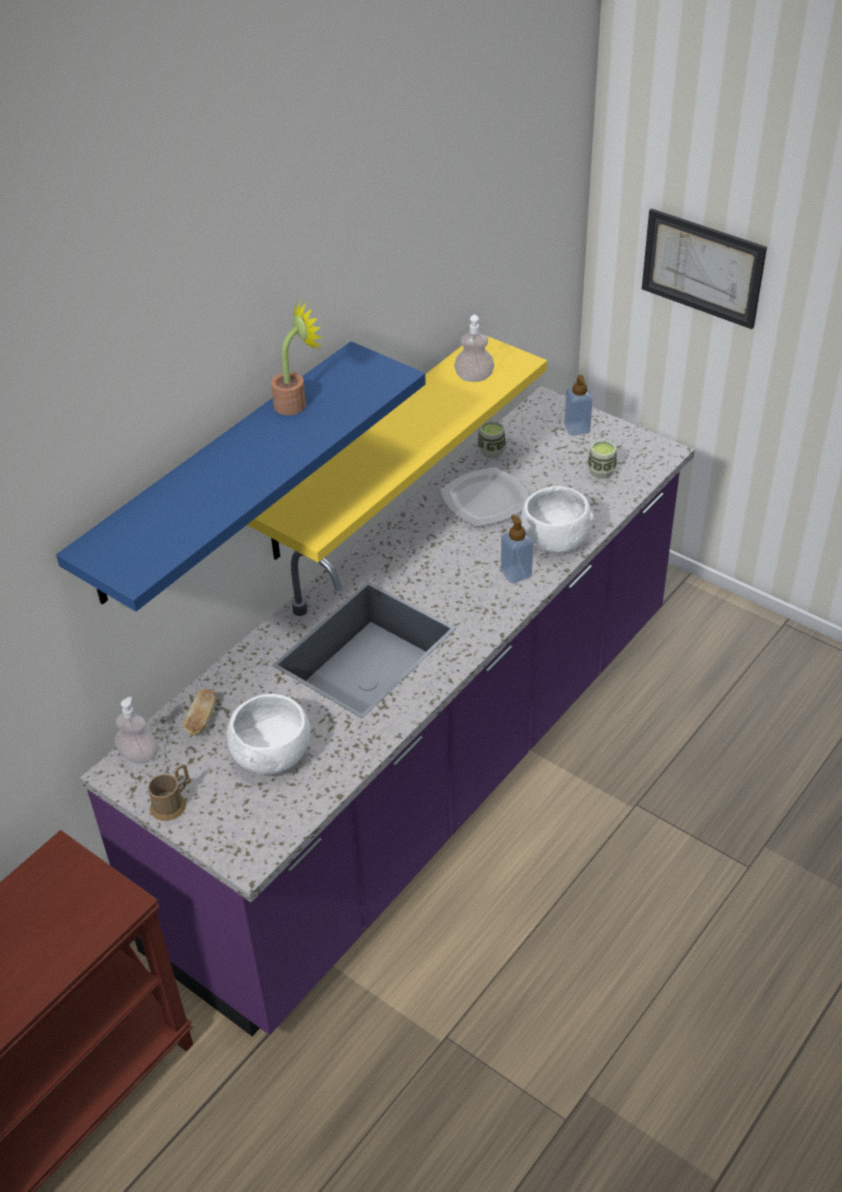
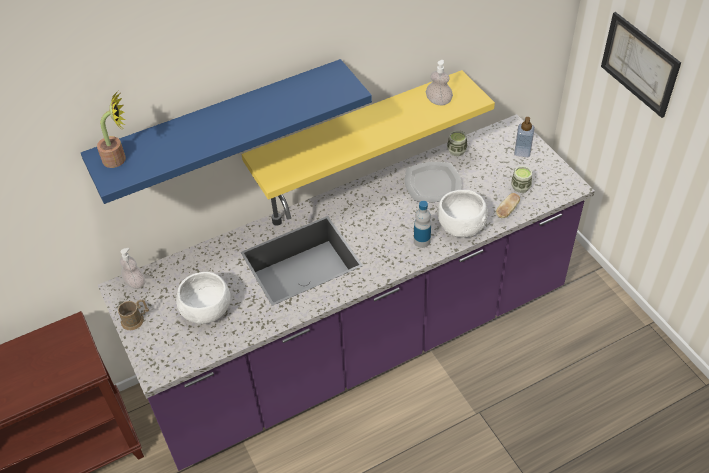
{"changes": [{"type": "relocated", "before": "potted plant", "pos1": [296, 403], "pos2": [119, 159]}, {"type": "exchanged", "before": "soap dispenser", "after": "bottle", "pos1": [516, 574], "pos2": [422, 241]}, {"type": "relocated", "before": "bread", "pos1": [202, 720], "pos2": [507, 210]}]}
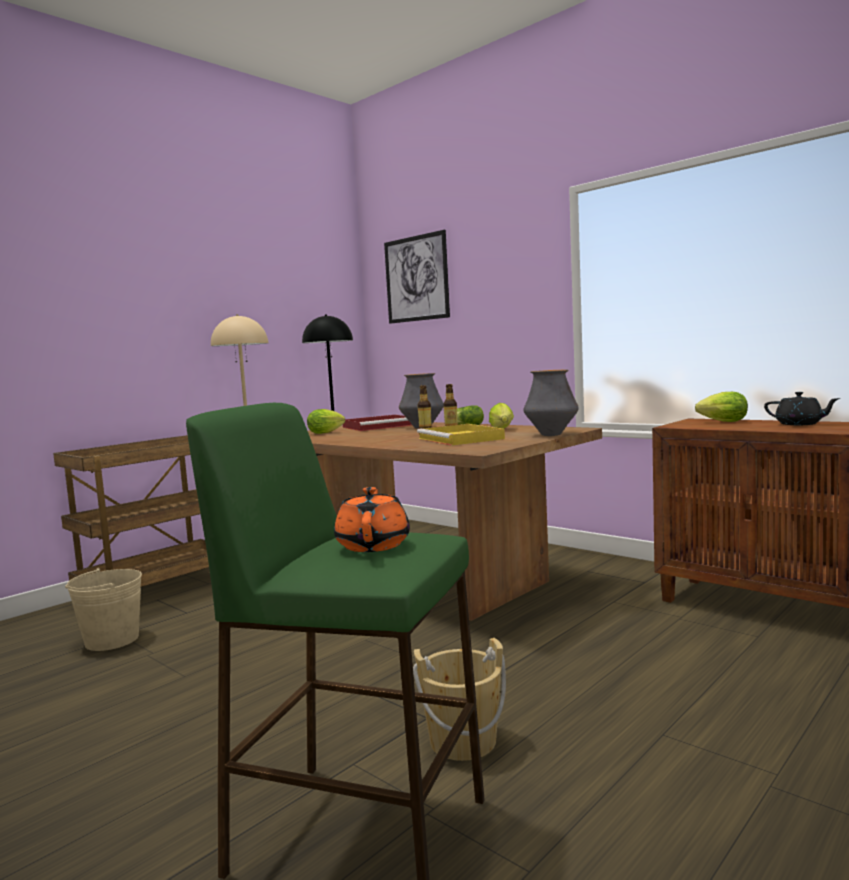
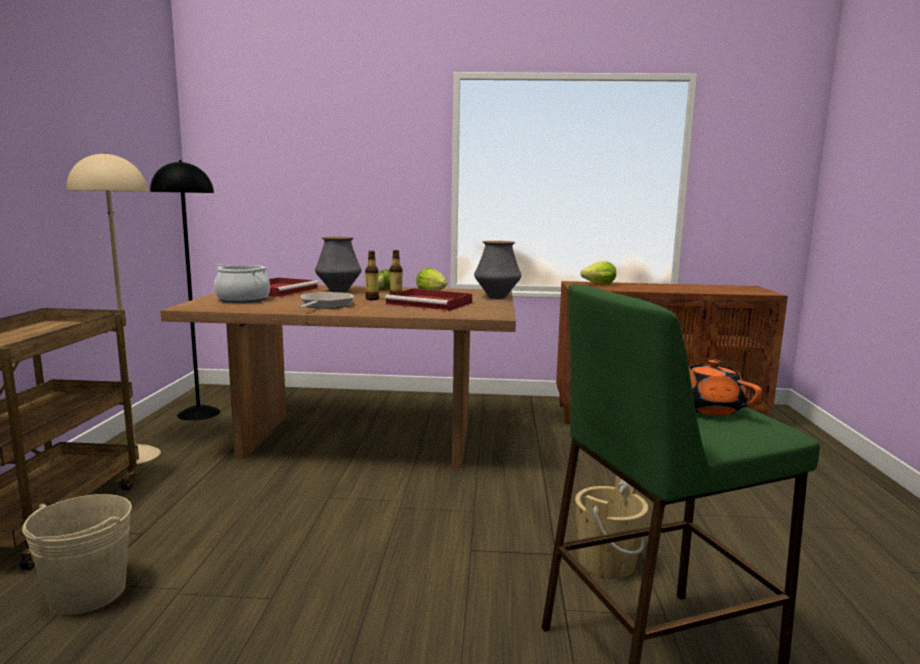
{"changes": [{"type": "exchanged", "before": "lettuce", "after": "cooking pot", "pos1": [327, 432], "pos2": [243, 300]}, {"type": "appeared", "after": "frying pan", "pos2": [325, 305]}, {"type": "colour", "before": "tray in yellow", "after": "tray in red", "pos1": [462, 439], "pos2": [431, 303]}, {"type": "missing", "before": "picture", "pos1": [416, 278]}, {"type": "missing", "before": "teapot in black", "pos1": [800, 424]}]}
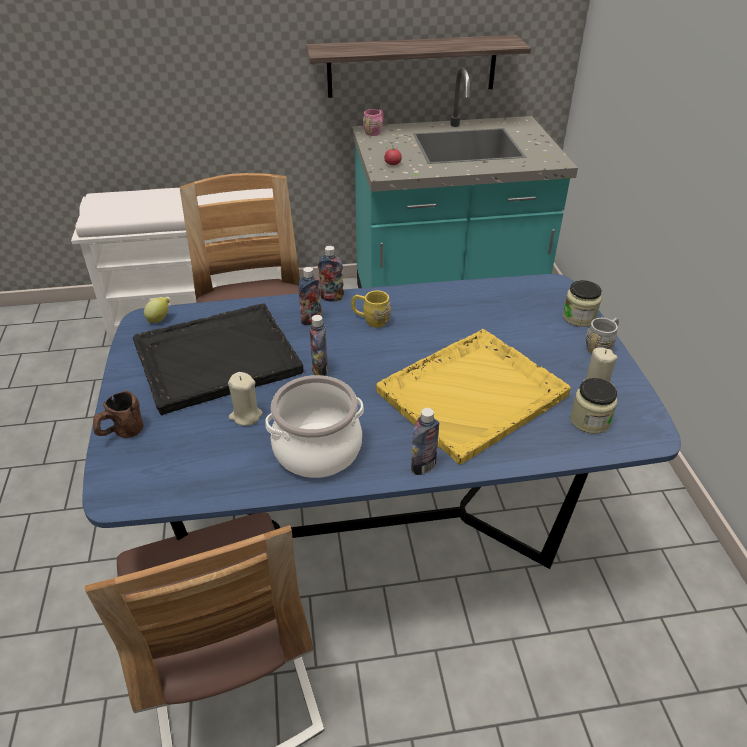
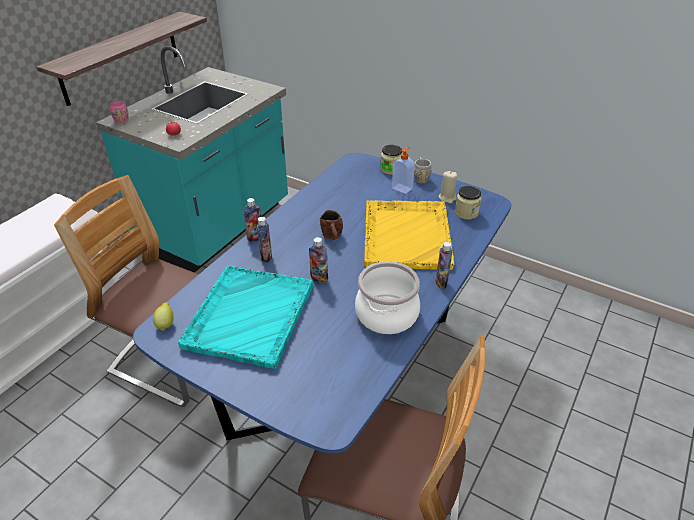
{"changes": [{"type": "colour", "before": "tray in black", "after": "tray in turquoise", "pos1": [215, 359], "pos2": [249, 317]}, {"type": "relocated", "before": "mug in brown", "pos1": [121, 433], "pos2": [332, 238]}, {"type": "appeared", "after": "soap dispenser", "pos2": [402, 188]}, {"type": "missing", "before": "candle in beige", "pos1": [245, 415]}, {"type": "missing", "before": "mug in yellow", "pos1": [371, 320]}]}
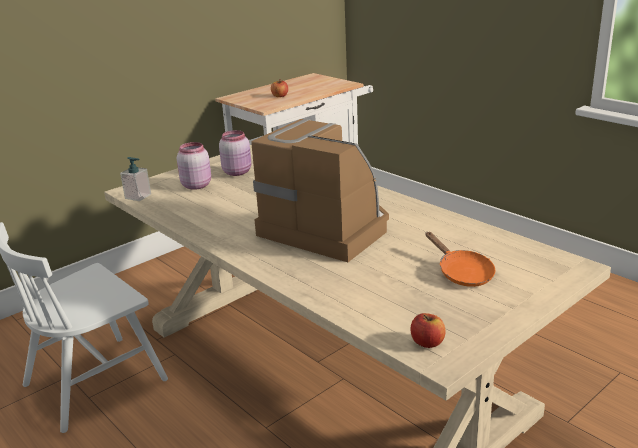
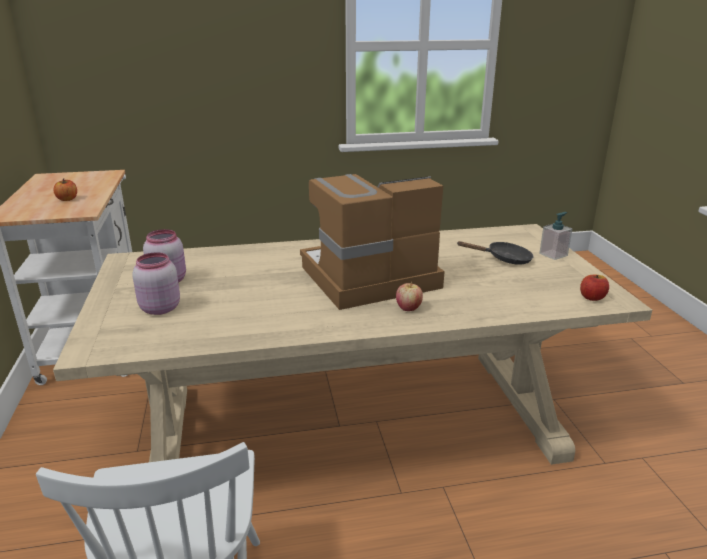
{"changes": [{"type": "appeared", "after": "apple", "pos2": [408, 308]}, {"type": "colour", "before": "frying pan in orange", "after": "frying pan in black", "pos1": [462, 273], "pos2": [504, 259]}, {"type": "relocated", "before": "soap dispenser", "pos1": [138, 196], "pos2": [553, 254]}]}
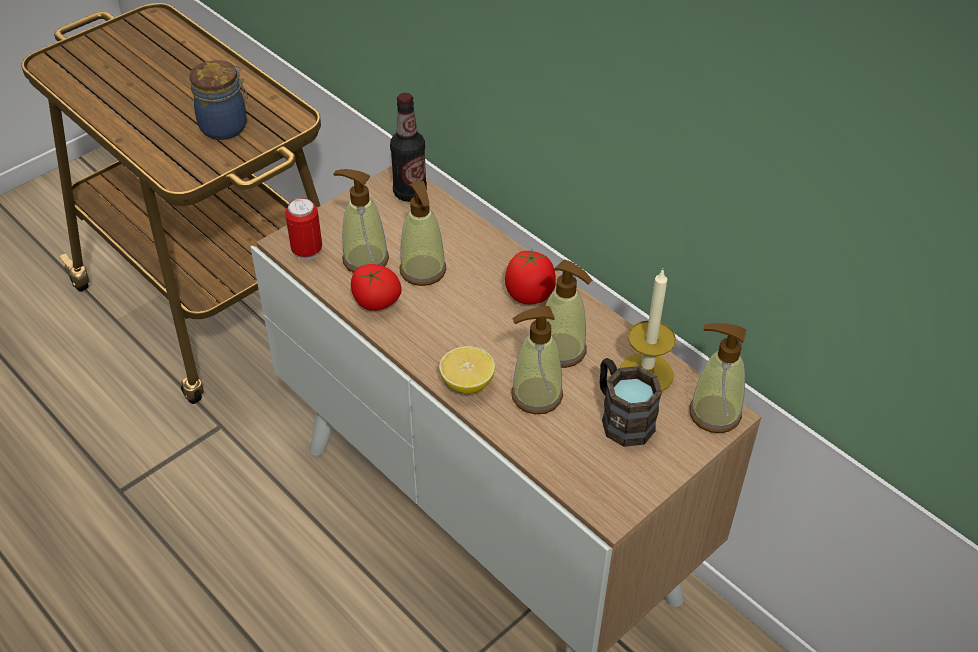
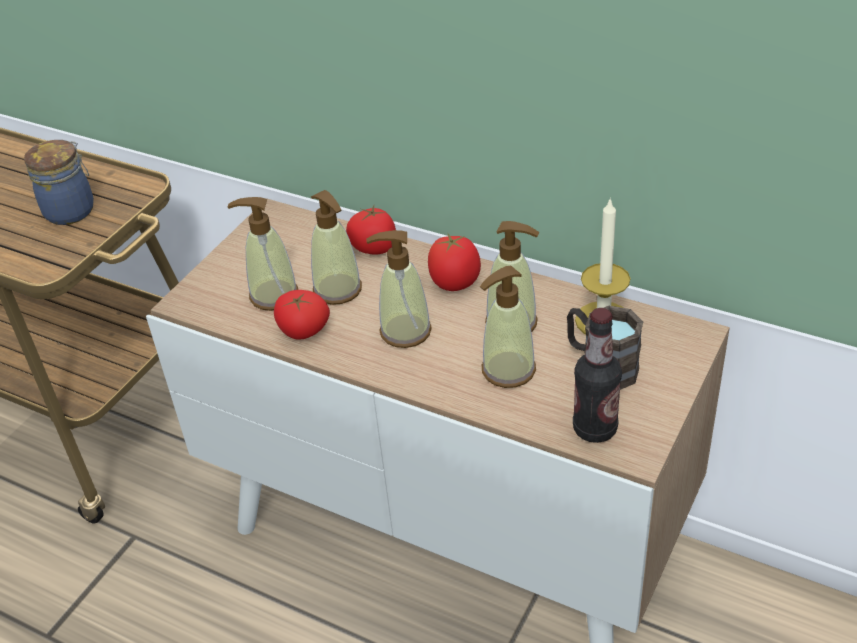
{"changes": [{"type": "appeared", "after": "tomato", "pos2": [374, 247]}, {"type": "relocated", "before": "soap dispenser", "pos1": [714, 413], "pos2": [405, 331]}, {"type": "relocated", "before": "bottle", "pos1": [410, 193], "pos2": [594, 429]}, {"type": "missing", "before": "can", "pos1": [307, 251]}, {"type": "missing", "before": "lemon", "pos1": [467, 383]}]}
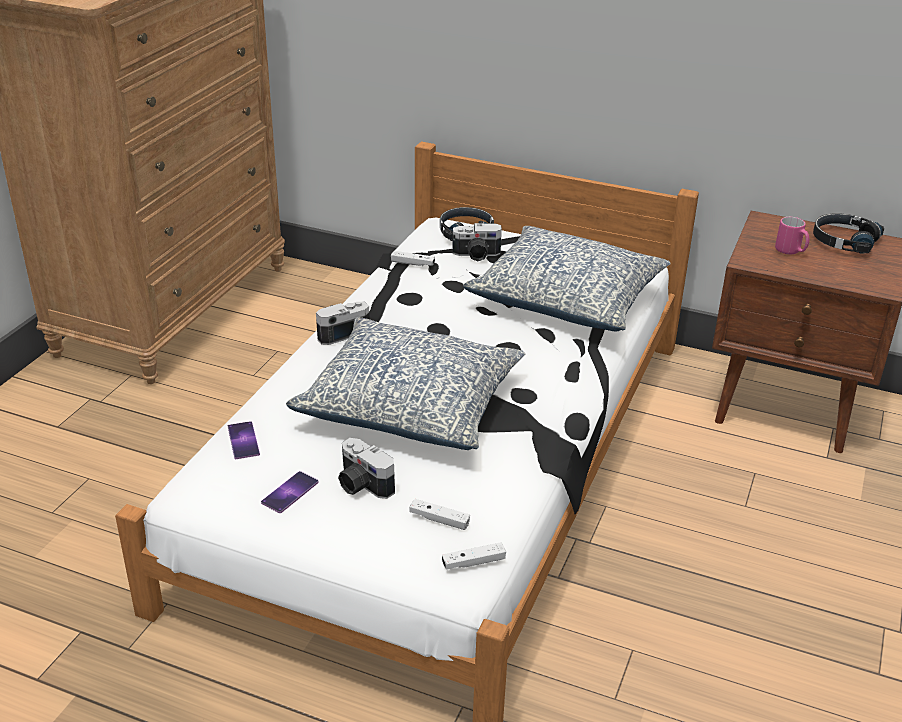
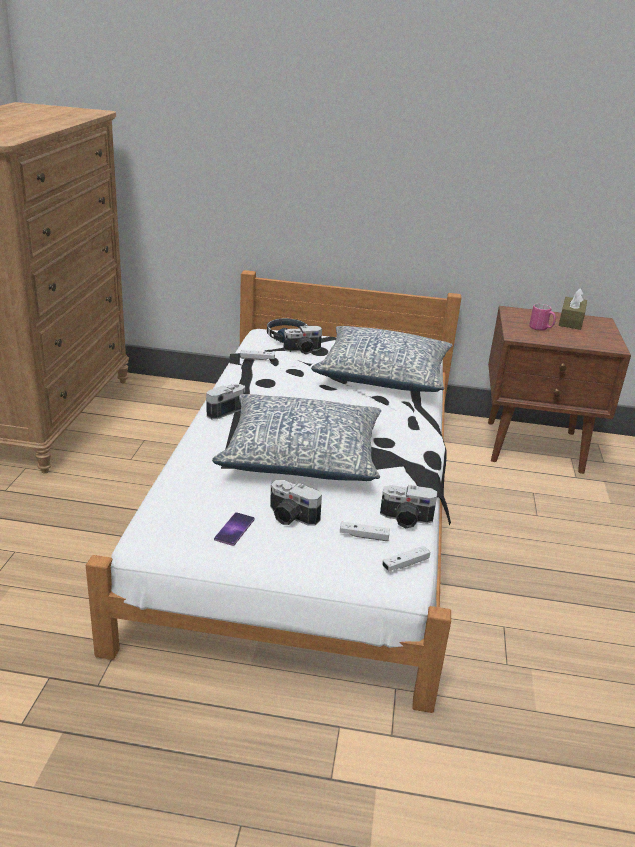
{"changes": [{"type": "appeared", "after": "photo camera", "pos2": [406, 520]}, {"type": "exchanged", "before": "headphones in black", "after": "tissue box in brown", "pos1": [843, 241], "pos2": [571, 321]}, {"type": "missing", "before": "phone", "pos1": [243, 440]}]}
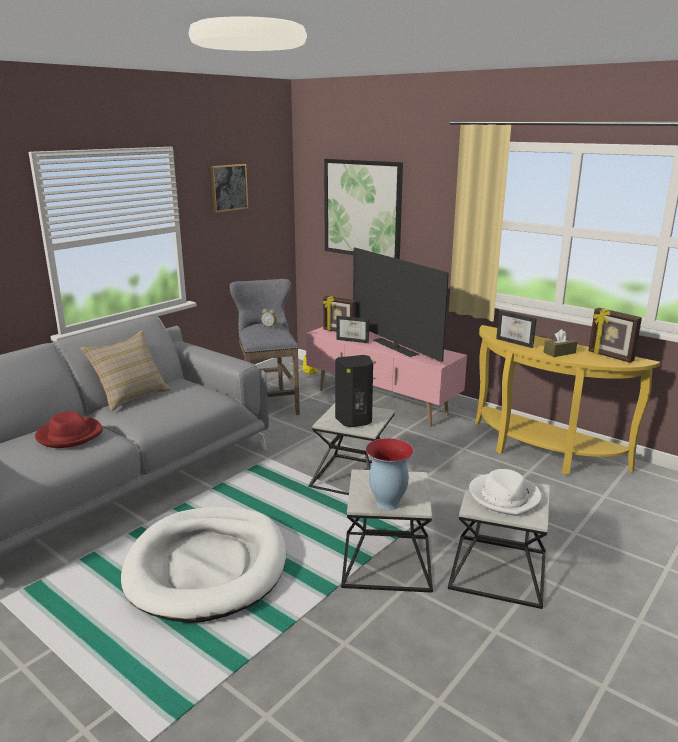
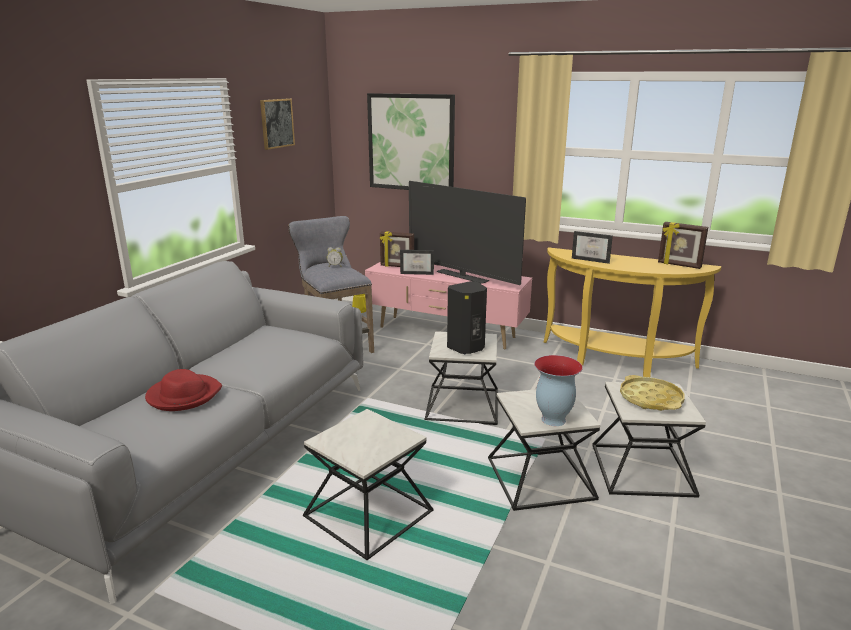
{"changes": [{"type": "exchanged", "before": "dog bed in white", "after": "side table", "pos1": [207, 566], "pos2": [368, 513]}, {"type": "exchanged", "before": "hat in white", "after": "tray in yellow", "pos1": [505, 497], "pos2": [650, 399]}, {"type": "missing", "before": "pillow in beige", "pos1": [131, 396]}, {"type": "missing", "before": "tissue box in brown", "pos1": [559, 352]}]}
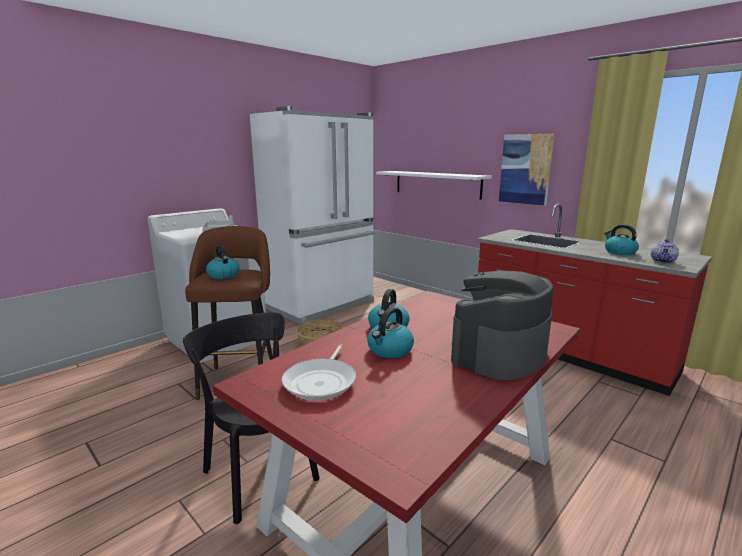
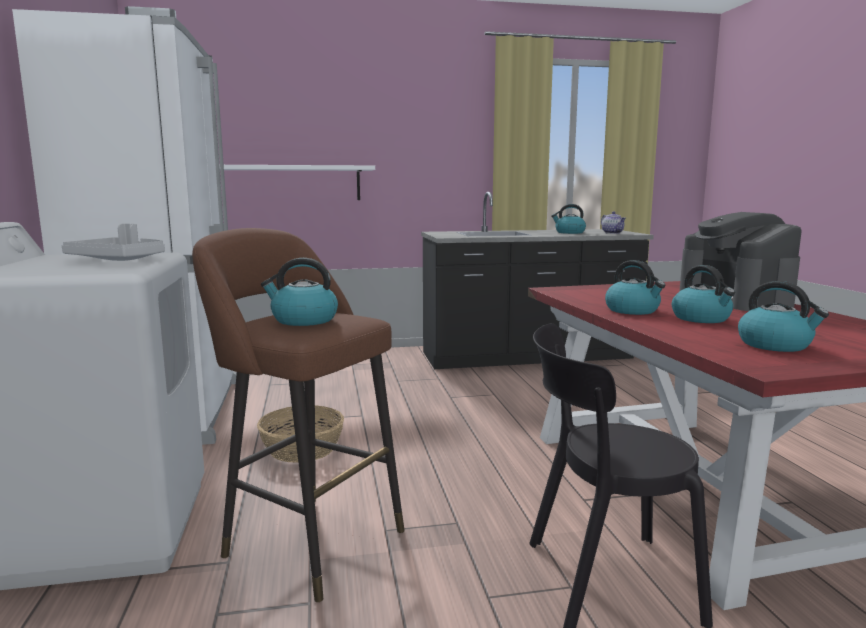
{"changes": [{"type": "colour", "before": "counter in red", "after": "counter in black", "pos1": [568, 353], "pos2": [529, 357]}, {"type": "exchanged", "before": "frying pan", "after": "kettle", "pos1": [321, 382], "pos2": [775, 345]}, {"type": "missing", "before": "picture", "pos1": [525, 169]}]}
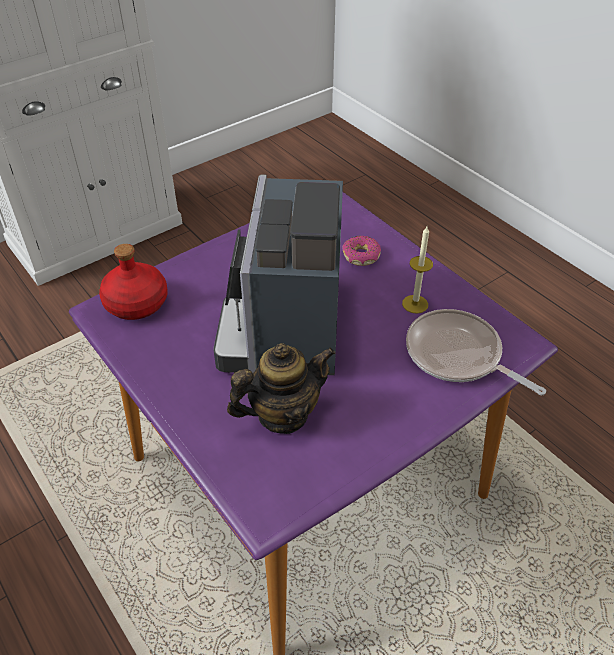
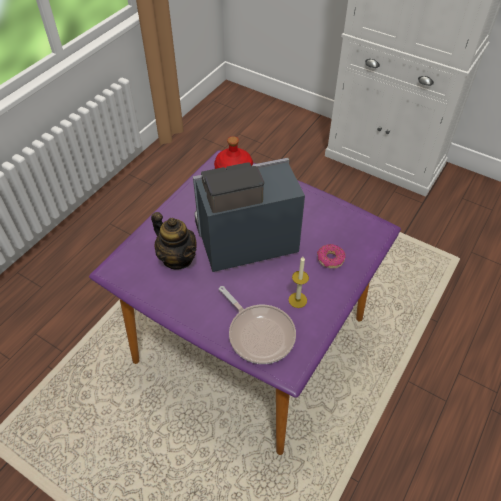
{"changes": [{"type": "spun", "before": "frying pan", "pos1": [457, 356], "pos2": [259, 333], "turn": 120}]}
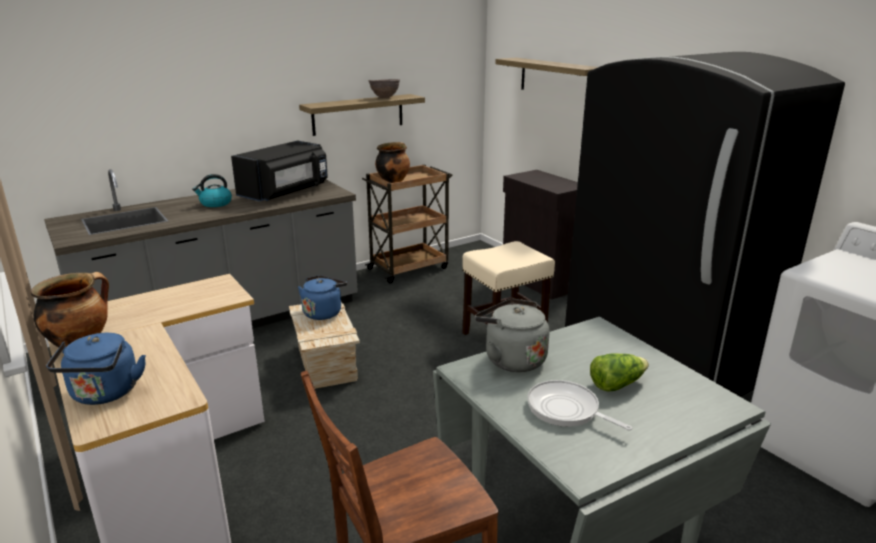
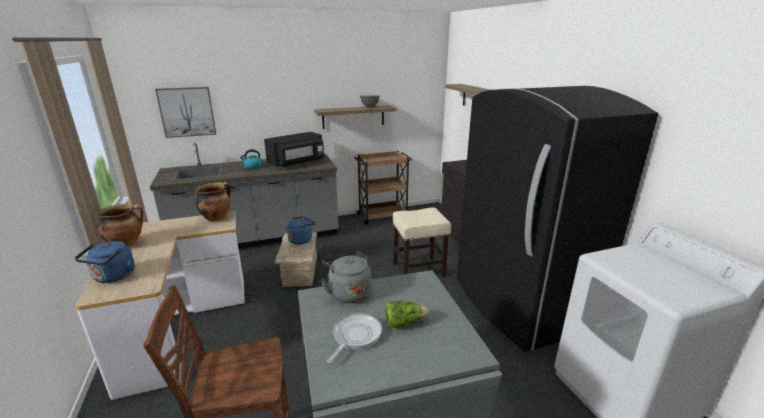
{"changes": [{"type": "appeared", "after": "picture", "pos2": [187, 112]}, {"type": "relocated", "before": "cooking pot", "pos1": [393, 181], "pos2": [217, 218]}, {"type": "spun", "before": "frying pan", "pos1": [566, 410], "pos2": [355, 336], "turn": 60}]}
